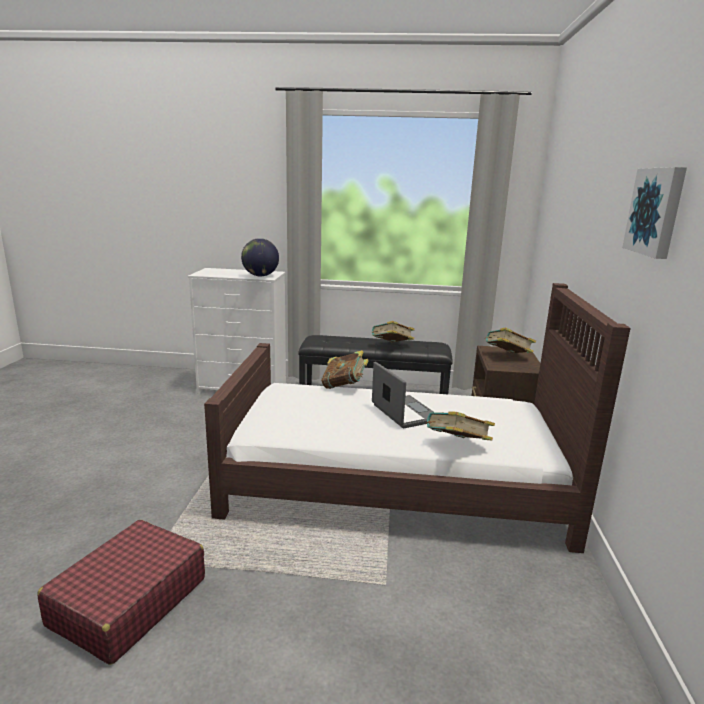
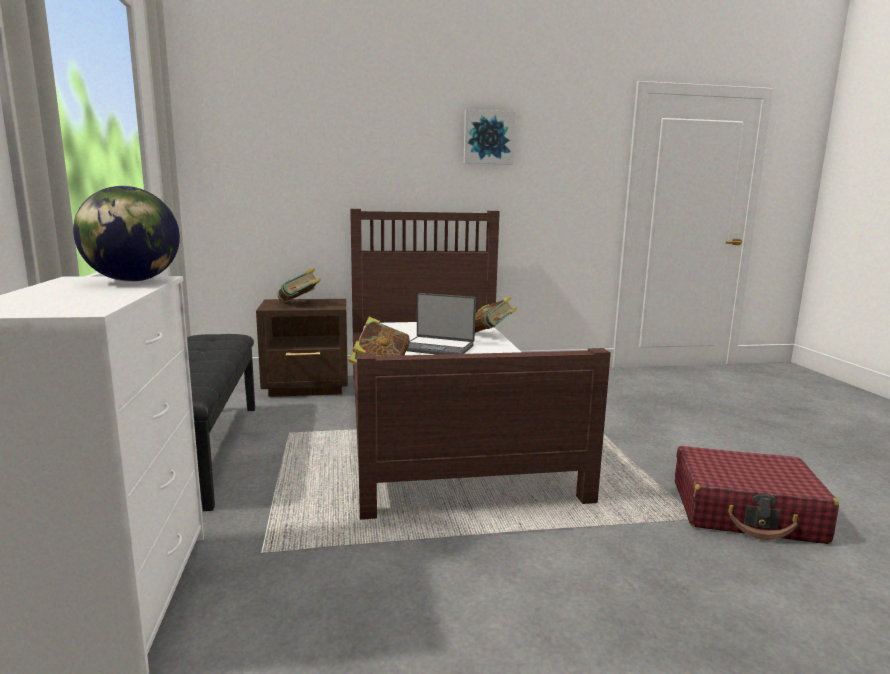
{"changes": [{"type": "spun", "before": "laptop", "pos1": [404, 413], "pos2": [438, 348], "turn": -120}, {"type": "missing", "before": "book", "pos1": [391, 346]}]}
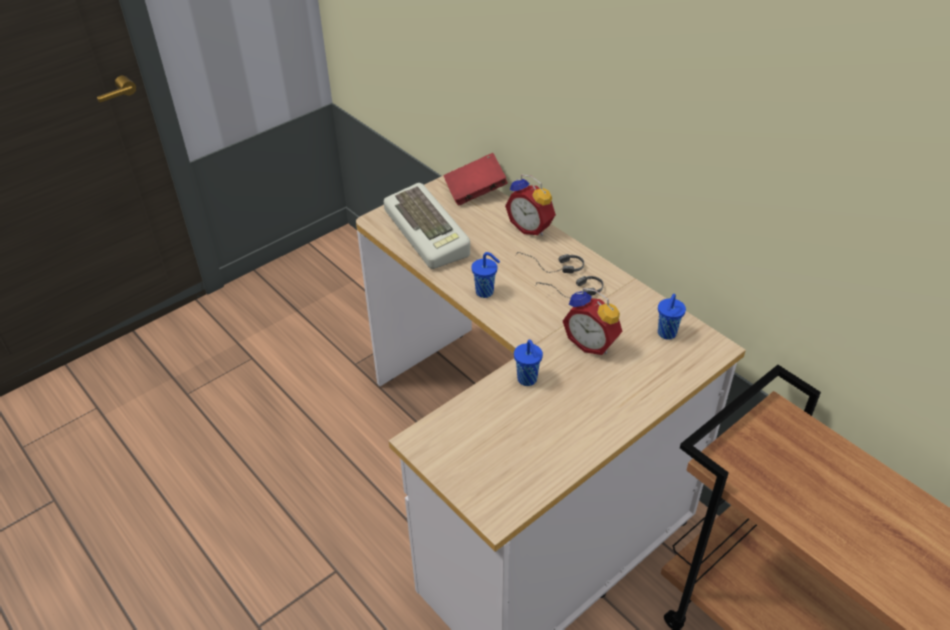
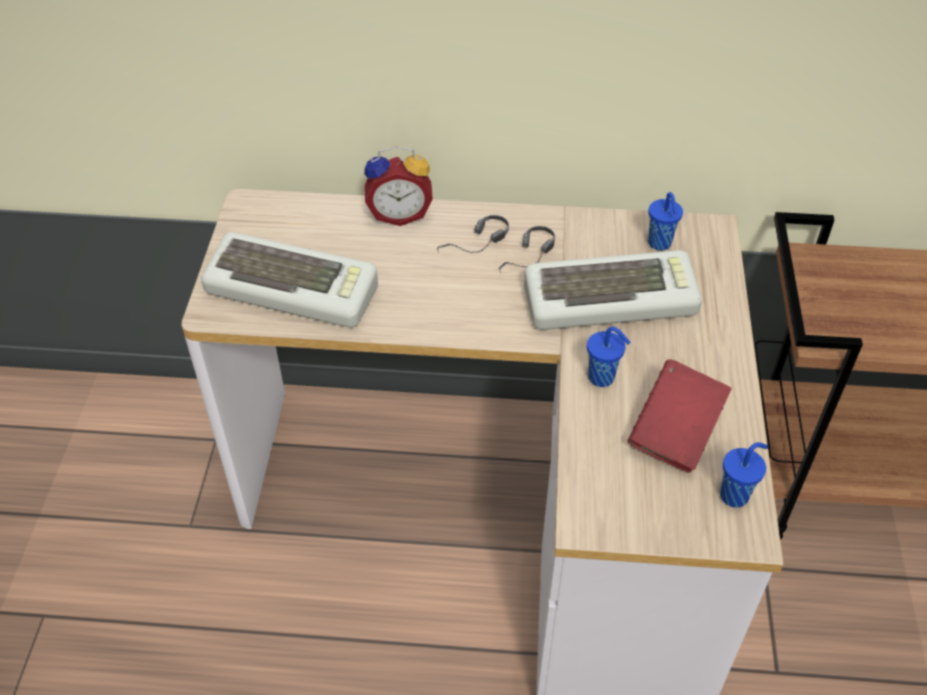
{"changes": [{"type": "exchanged", "before": "alarm clock", "after": "keyboard", "pos1": [592, 343], "pos2": [611, 298]}, {"type": "relocated", "before": "book in red", "pos1": [475, 191], "pos2": [675, 432]}, {"type": "relocated", "before": "cup in blue", "pos1": [485, 292], "pos2": [735, 495]}]}
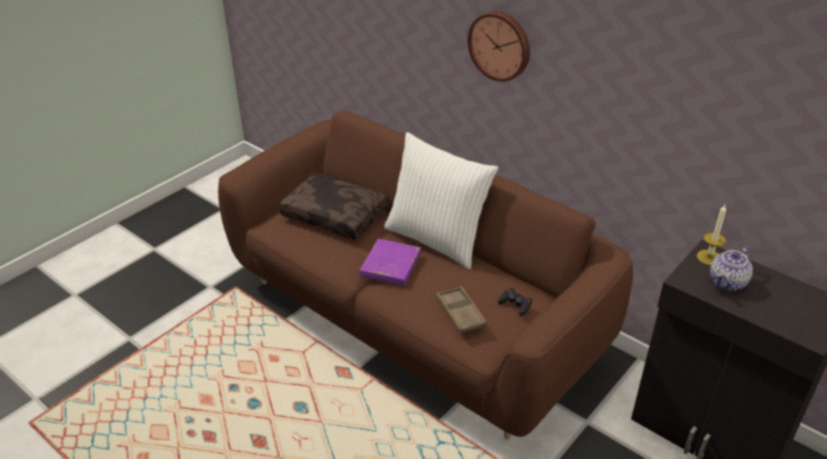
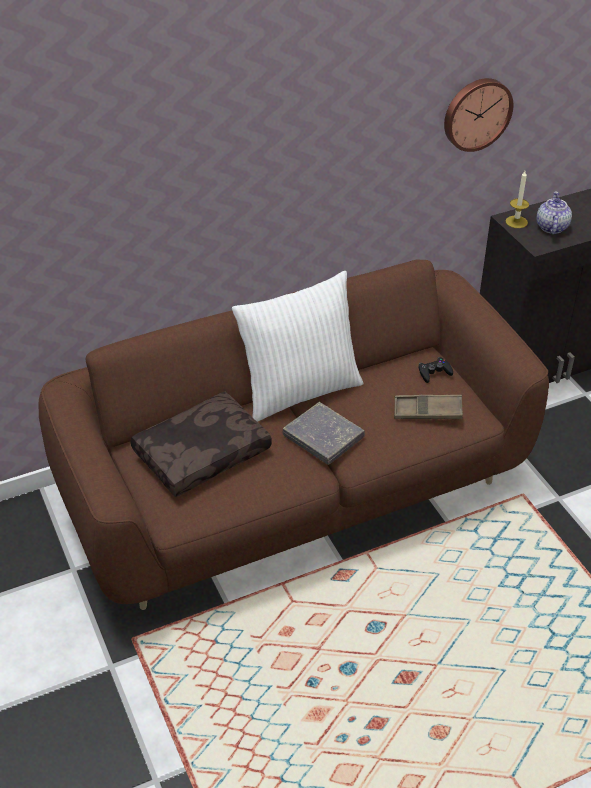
{"changes": [{"type": "colour", "before": "book in purple", "after": "book in grey", "pos1": [391, 265], "pos2": [323, 437]}, {"type": "relocated", "before": "wall clock", "pos1": [500, 45], "pos2": [476, 113]}, {"type": "spun", "before": "teapot", "pos1": [728, 282], "pos2": [551, 227], "turn": -150}]}
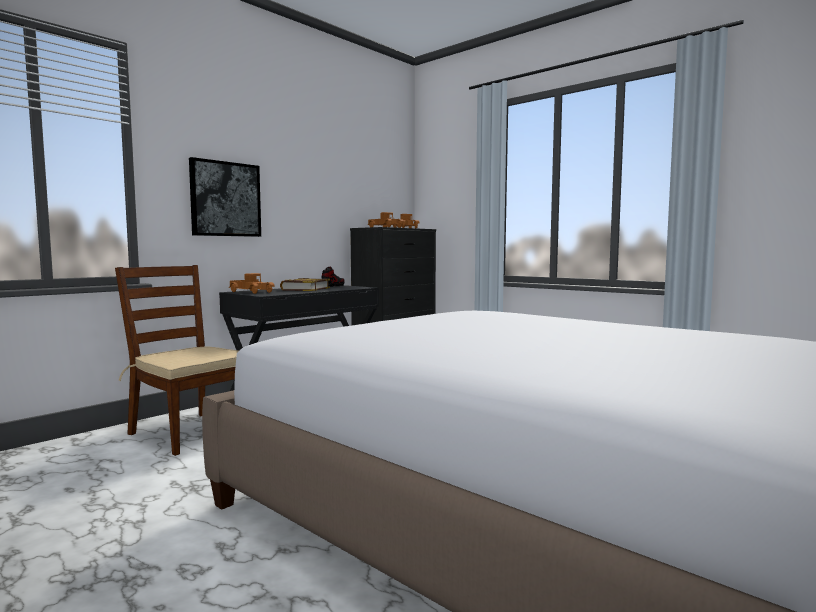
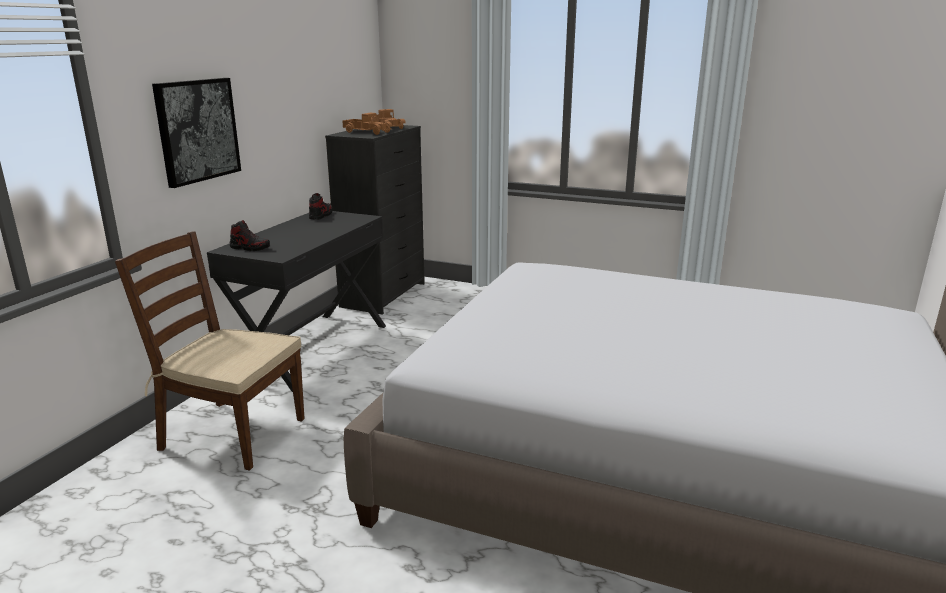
{"changes": [{"type": "exchanged", "before": "toy truck", "after": "shoe", "pos1": [251, 292], "pos2": [250, 248]}, {"type": "missing", "before": "book", "pos1": [305, 289]}]}
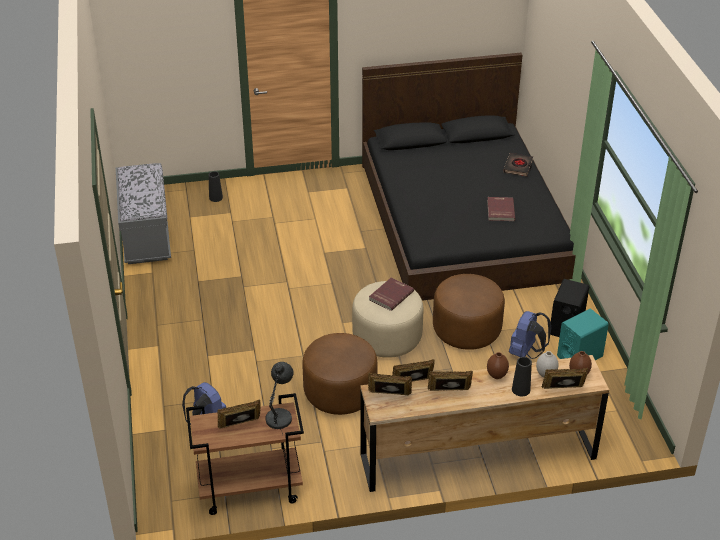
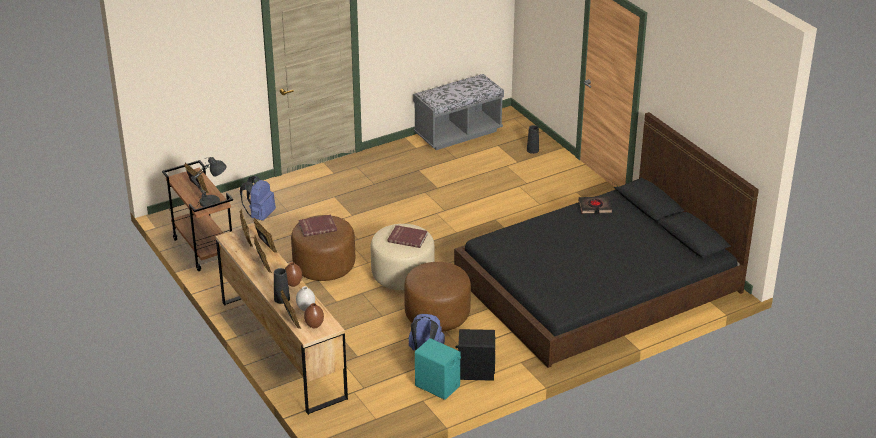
{"changes": [{"type": "relocated", "before": "book in red", "pos1": [500, 210], "pos2": [317, 227]}, {"type": "relocated", "before": "book in black", "pos1": [518, 167], "pos2": [595, 207]}]}
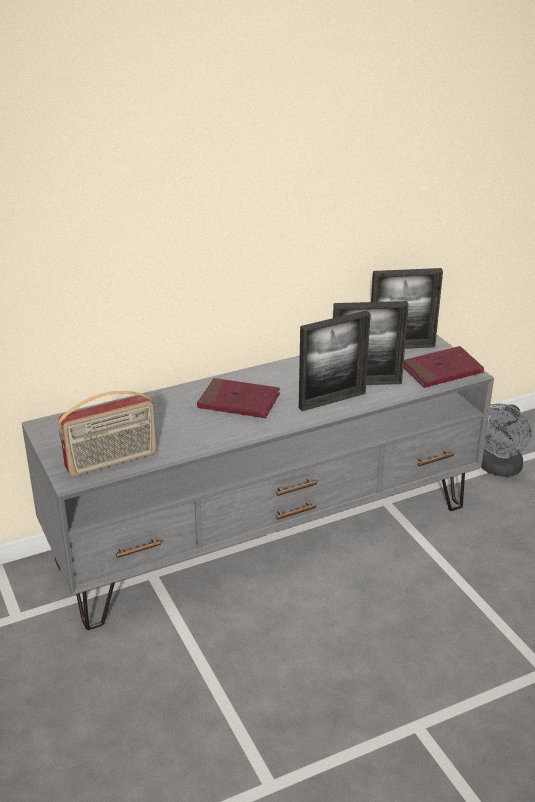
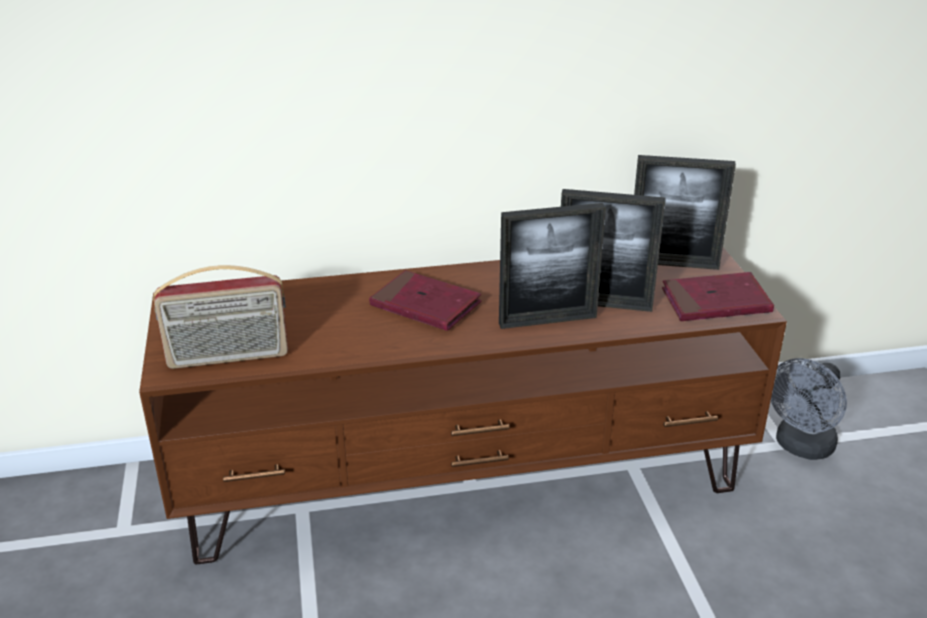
{"changes": [{"type": "colour", "before": "tv stand in grey", "after": "tv stand in brown", "pos1": [268, 533], "pos2": [465, 479]}]}
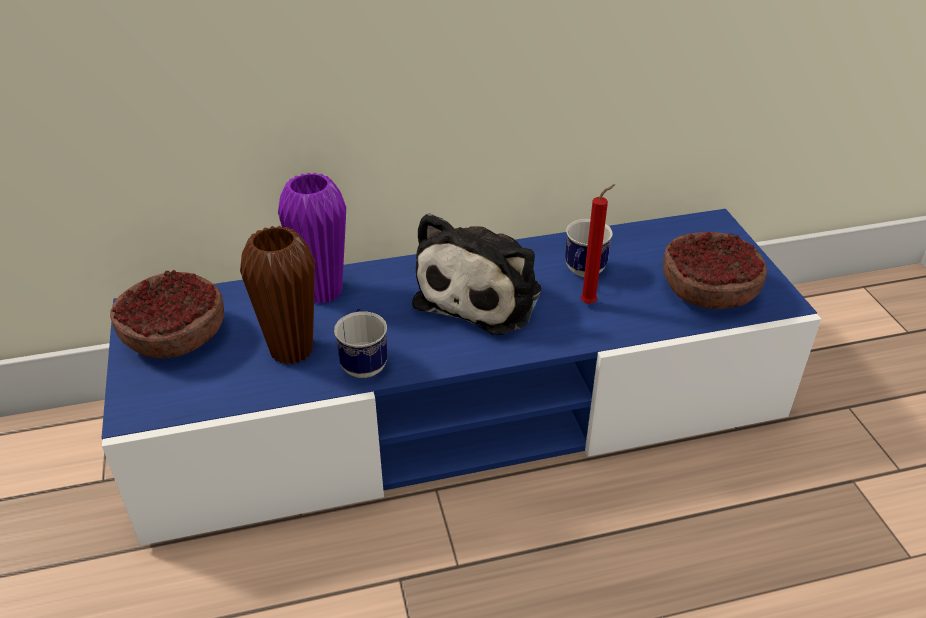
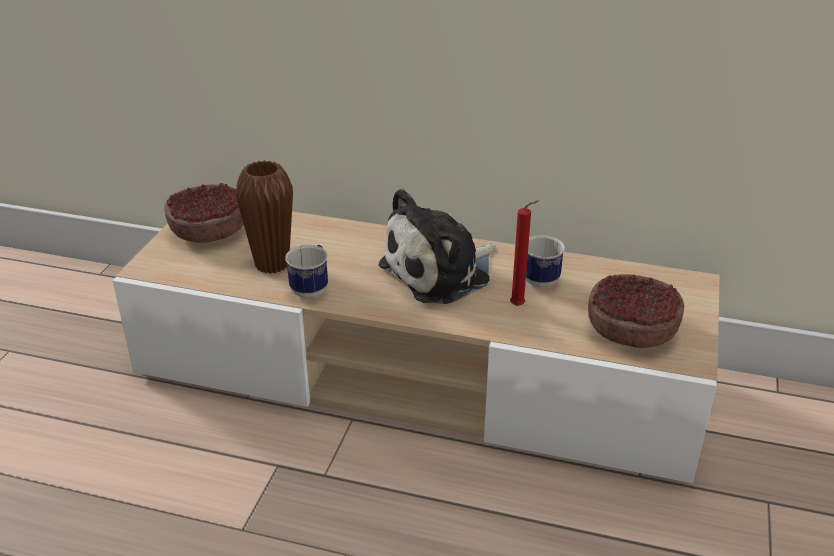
{"changes": [{"type": "colour", "before": "tv stand in blue", "after": "tv stand in beige", "pos1": [463, 413], "pos2": [417, 375]}, {"type": "missing", "before": "vase in purple", "pos1": [322, 291]}]}
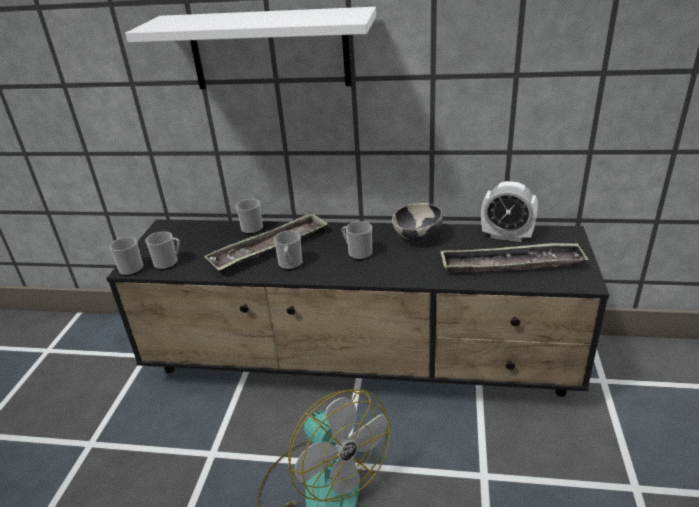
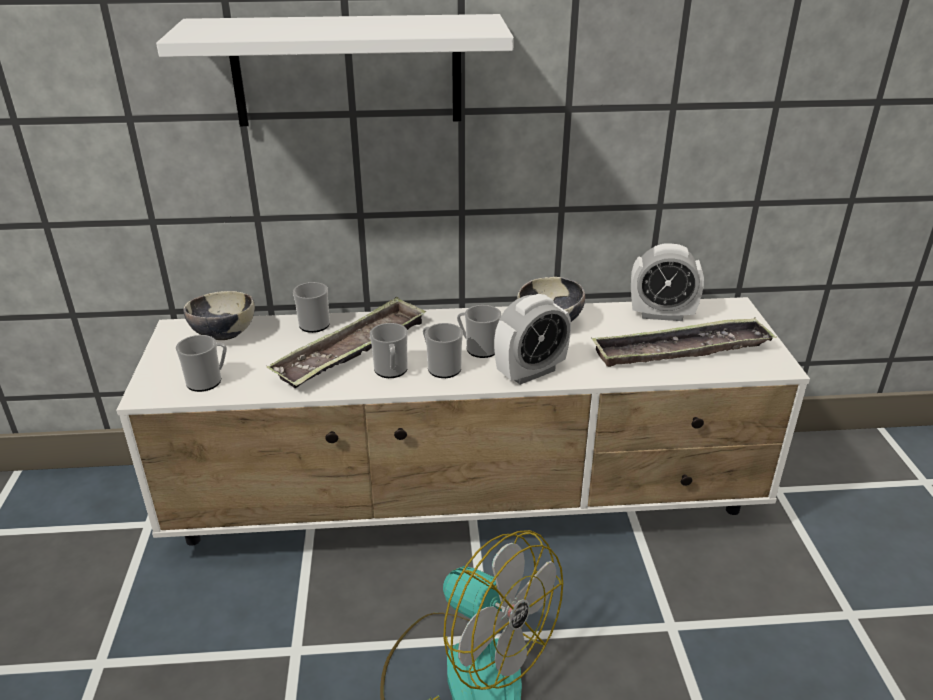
{"changes": [{"type": "colour", "before": "tv stand in black", "after": "tv stand in white", "pos1": [360, 365], "pos2": [469, 503]}, {"type": "appeared", "after": "bowl", "pos2": [224, 335]}, {"type": "relocated", "before": "mug", "pos1": [130, 268], "pos2": [441, 367]}, {"type": "appeared", "after": "alarm clock", "pos2": [530, 372]}]}
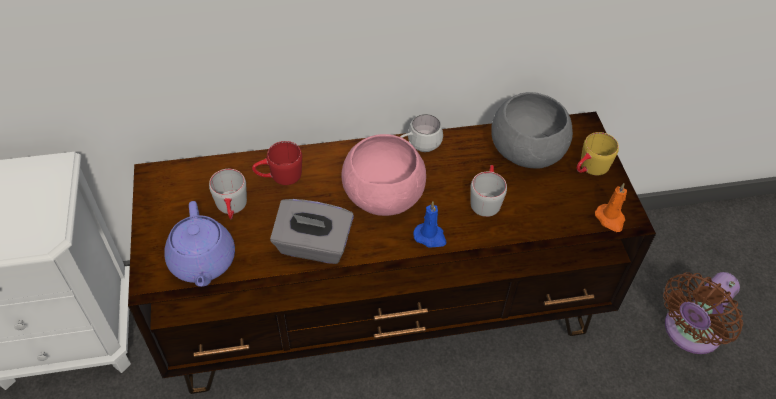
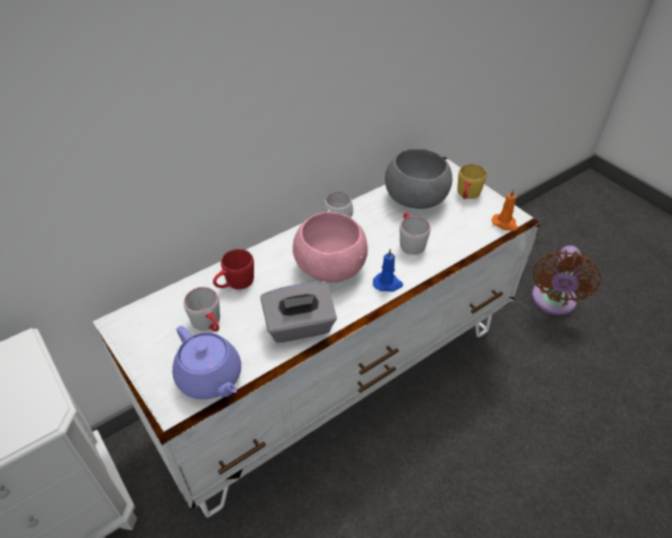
{"changes": [{"type": "colour", "before": "tv stand in brown", "after": "tv stand in white", "pos1": [385, 312], "pos2": [335, 377]}]}
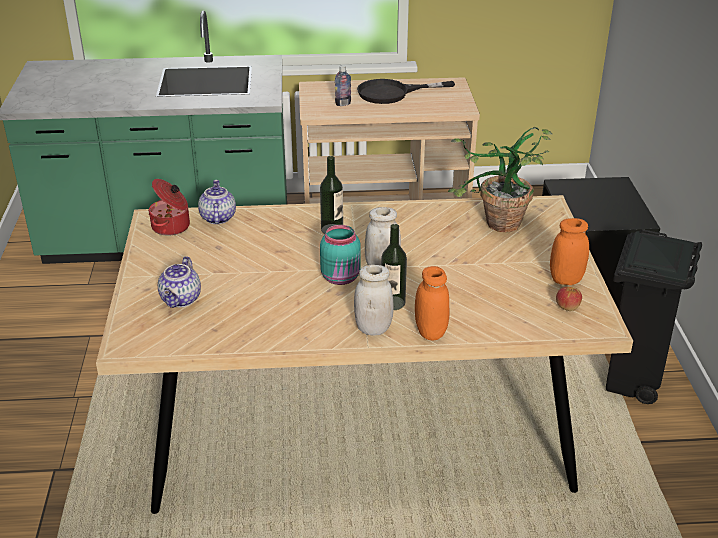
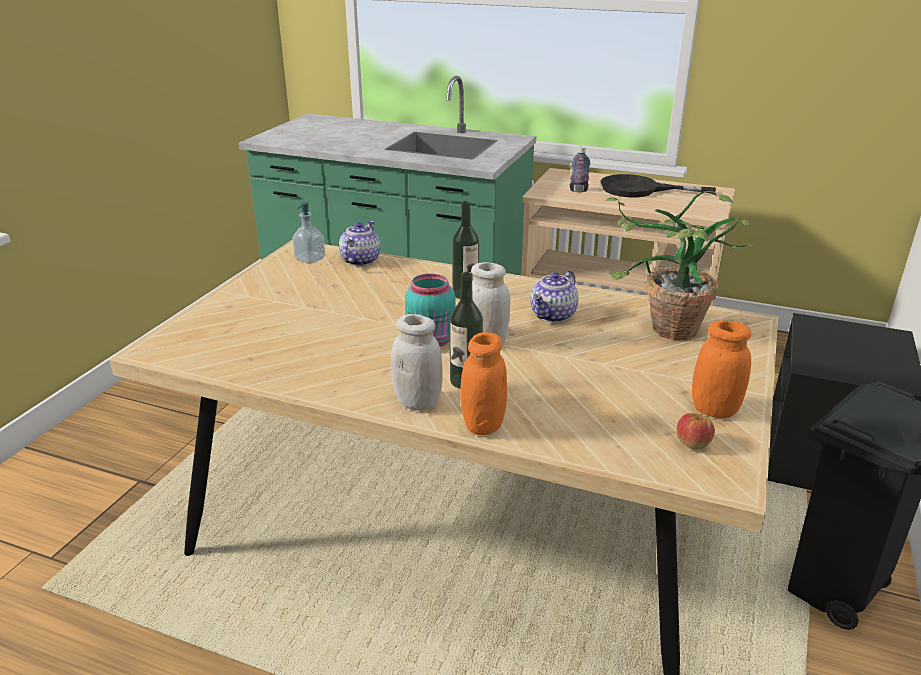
{"changes": [{"type": "exchanged", "before": "cooking pot", "after": "soap dispenser", "pos1": [172, 227], "pos2": [310, 259]}, {"type": "relocated", "before": "teapot", "pos1": [181, 300], "pos2": [554, 316]}]}
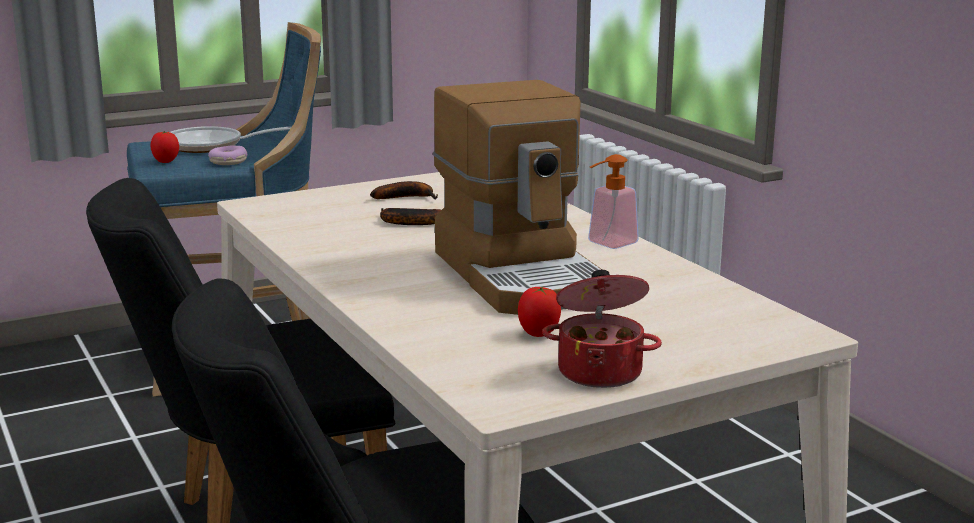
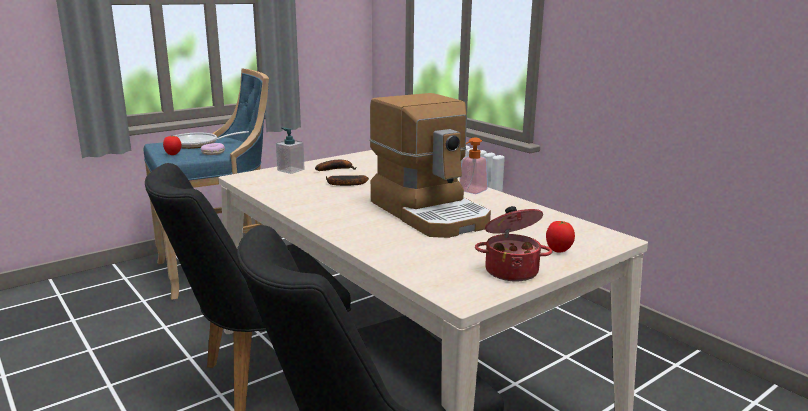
{"changes": [{"type": "appeared", "after": "soap dispenser", "pos2": [290, 170]}, {"type": "relocated", "before": "tomato", "pos1": [538, 334], "pos2": [558, 250]}]}
